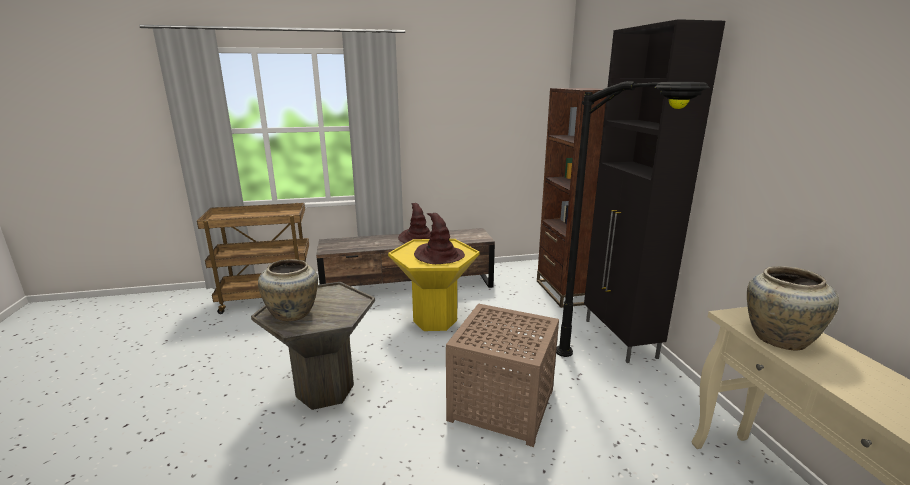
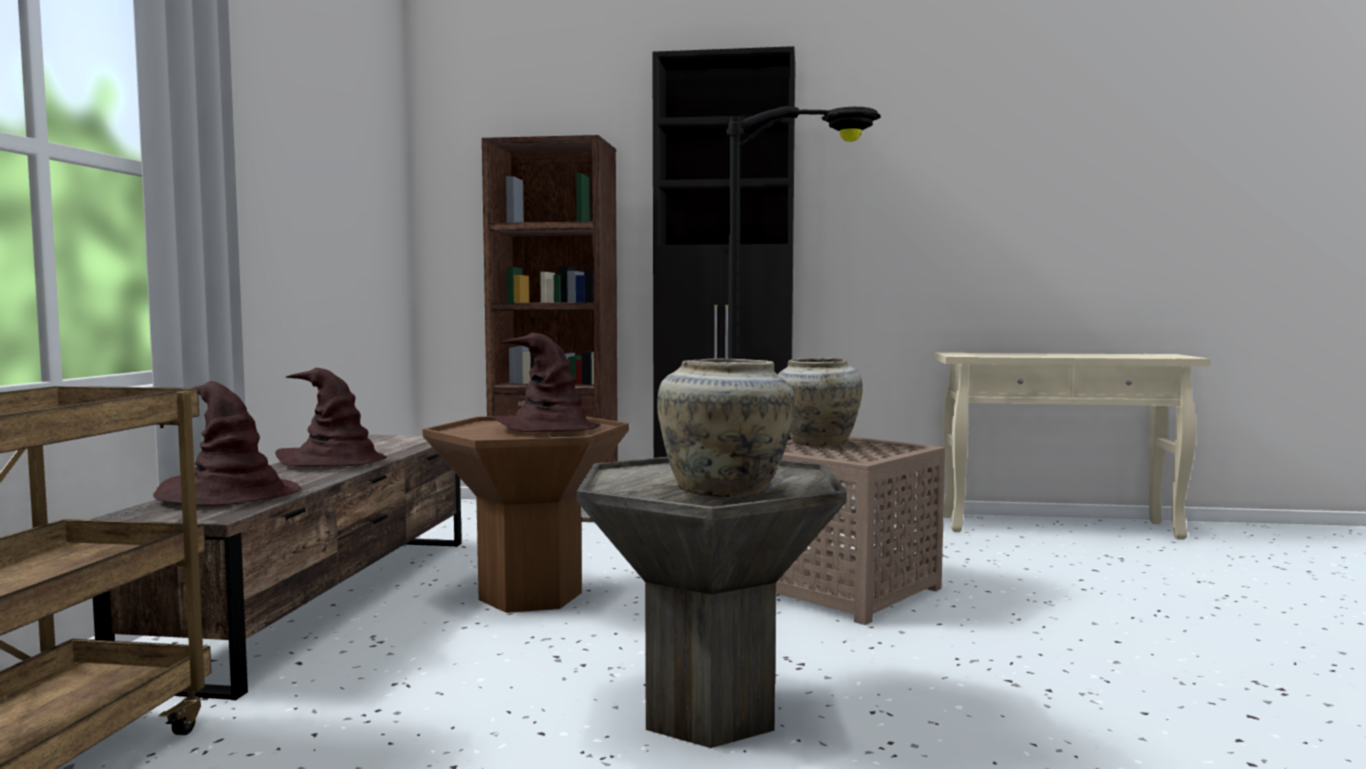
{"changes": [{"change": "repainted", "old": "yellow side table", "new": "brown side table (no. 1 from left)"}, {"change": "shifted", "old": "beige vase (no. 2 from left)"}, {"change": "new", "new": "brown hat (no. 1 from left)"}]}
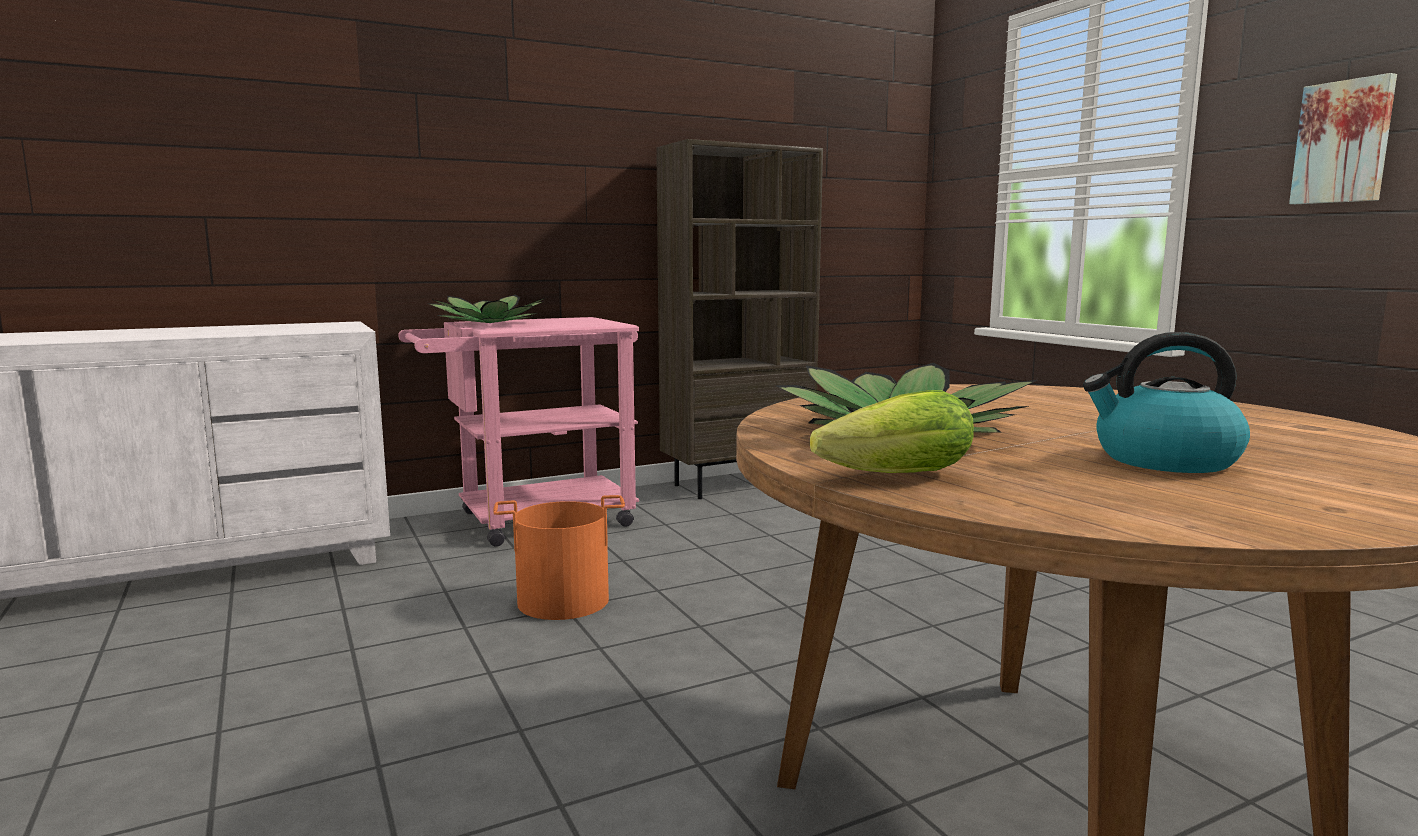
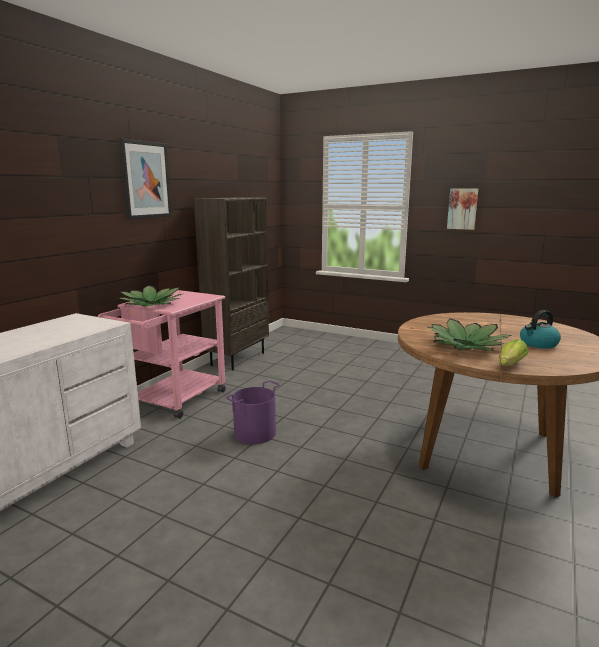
{"changes": [{"change": "repainted", "old": "orange bucket", "new": "purple bucket"}, {"change": "new", "new": "picture (no. 1 from left)"}]}
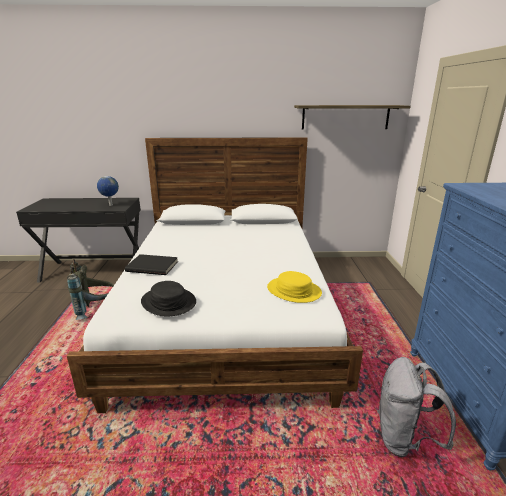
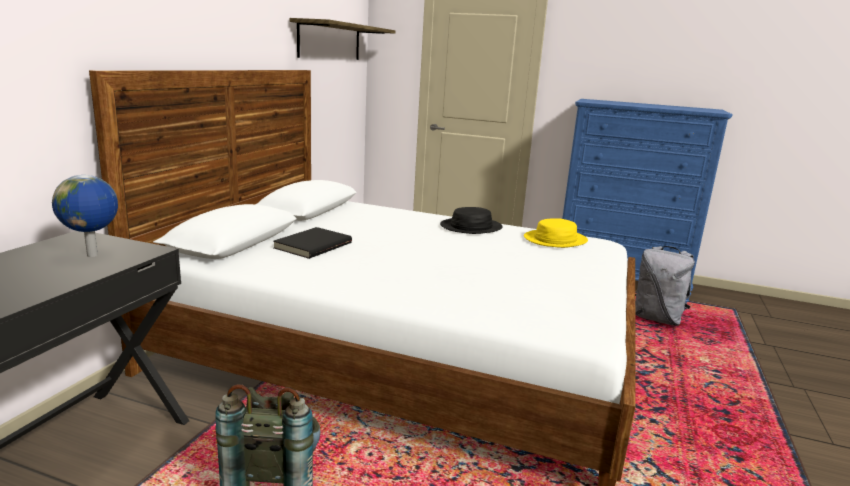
{"changes": [{"change": "shifted", "old": "black book"}, {"change": "shifted", "old": "black hat"}]}
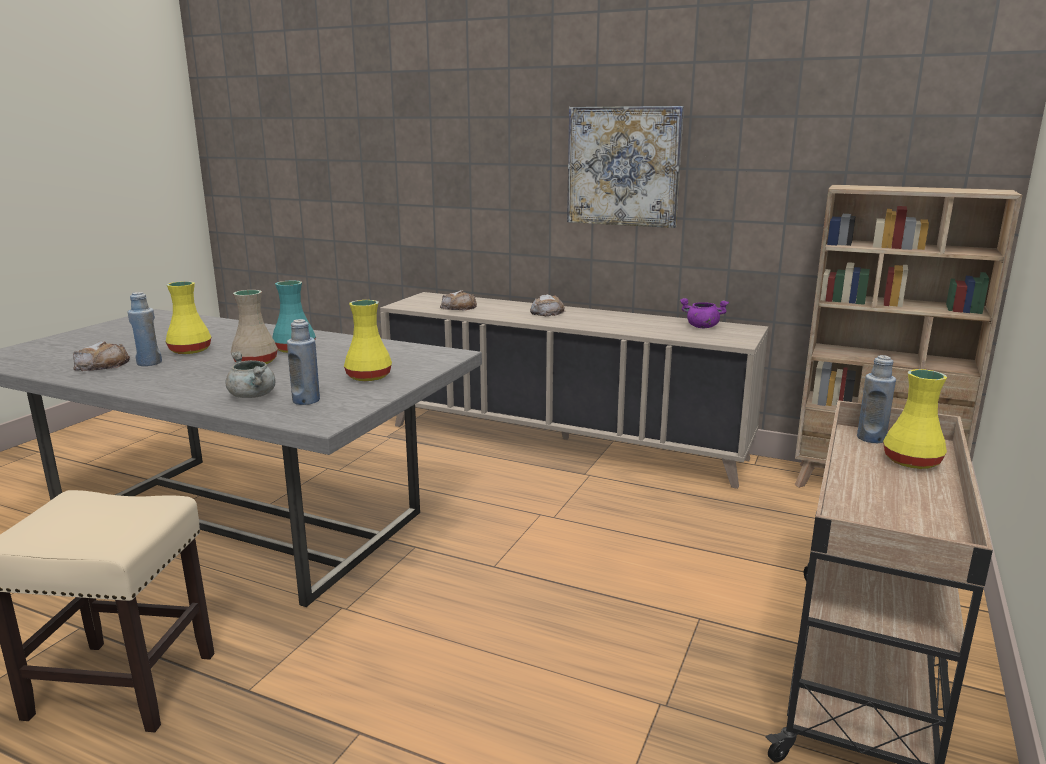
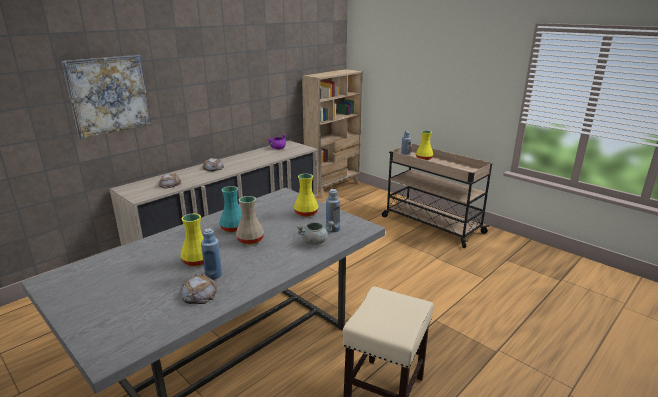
{"changes": [{"change": "shifted", "old": "picture"}]}
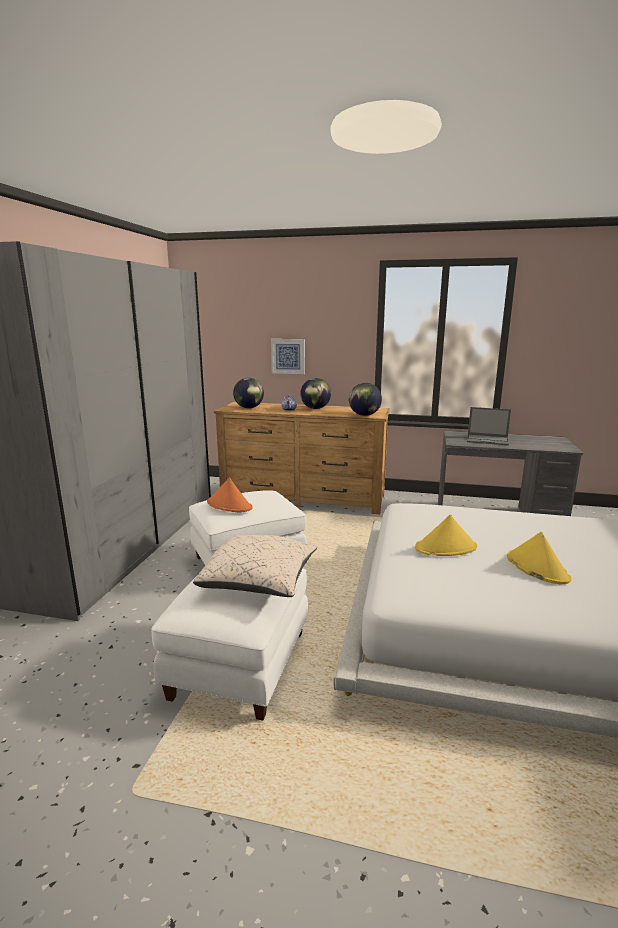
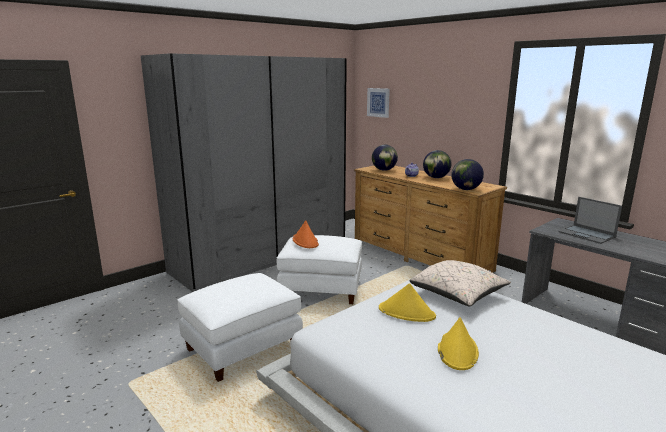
{"changes": [{"change": "shifted", "old": "beige pillow"}, {"change": "shifted", "old": "picture"}]}
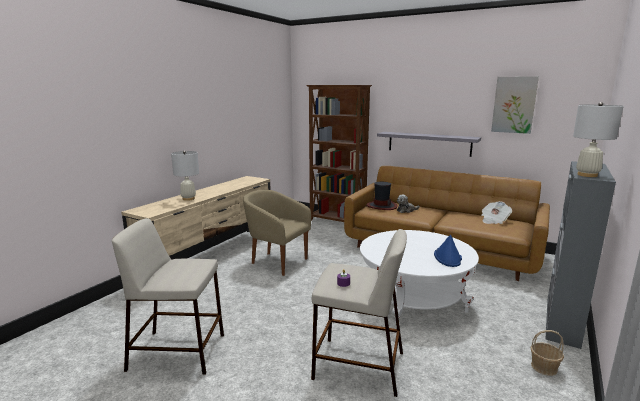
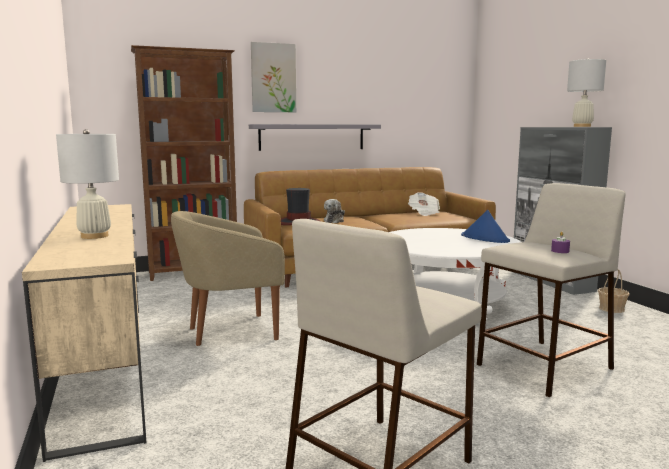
{"changes": [{"change": "shifted", "old": "picture"}]}
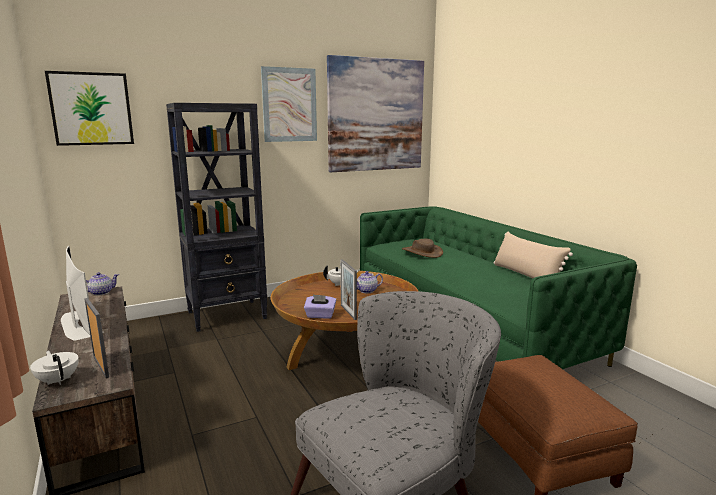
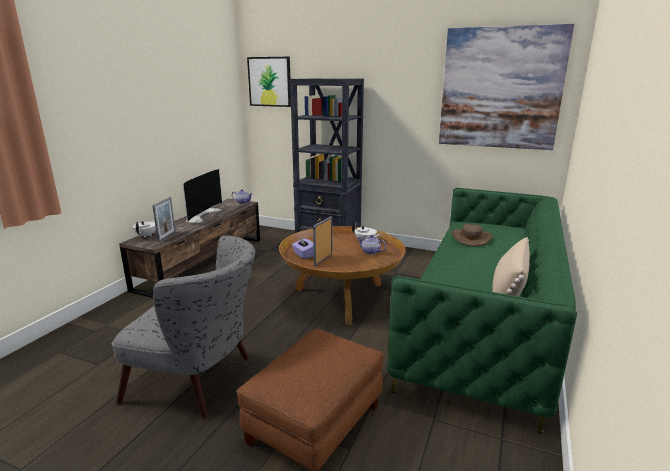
{"changes": [{"change": "gone", "old": "picture (no. 2 from left)"}]}
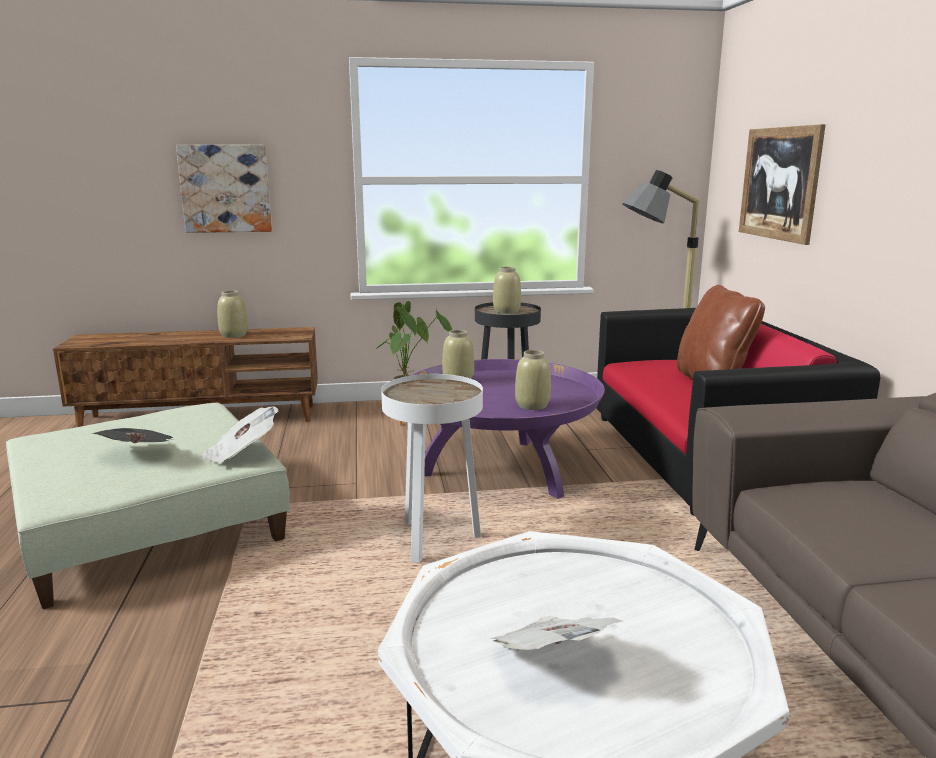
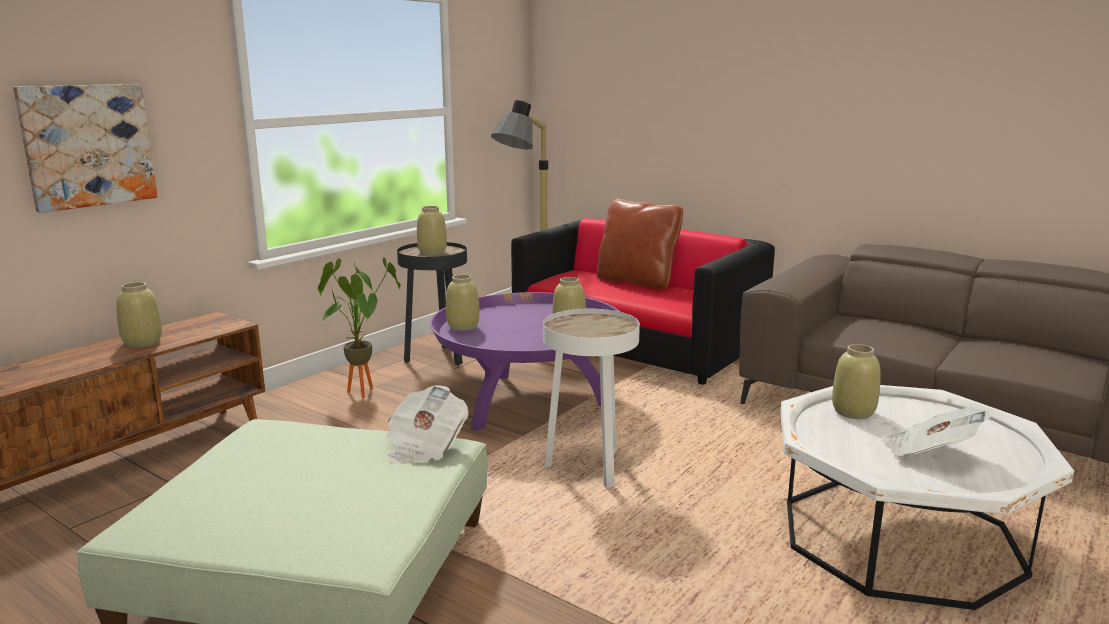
{"changes": [{"change": "gone", "old": "newspaper (no. 1 from left)"}, {"change": "gone", "old": "picture (no. 2 from left)"}, {"change": "new", "new": "beige vase (no. 5 from left)"}]}
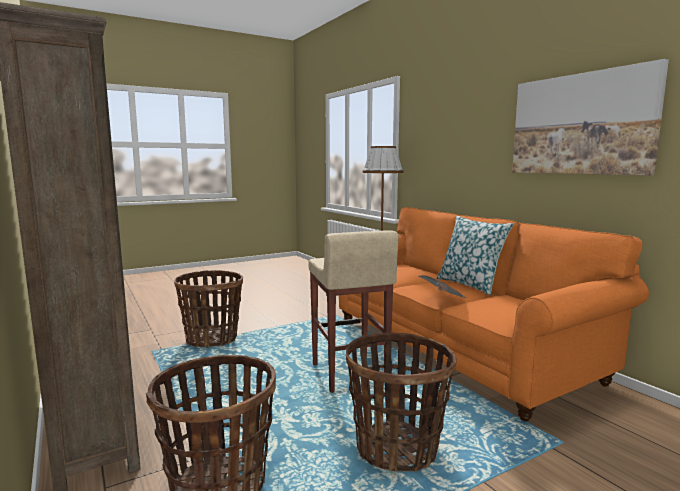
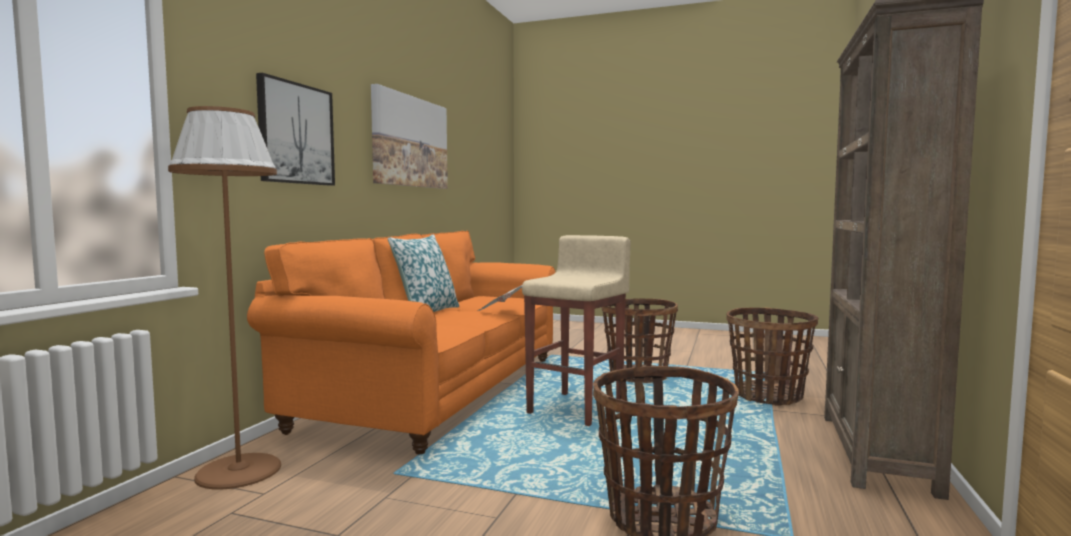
{"changes": [{"change": "new", "new": "picture (no. 1 from left)"}]}
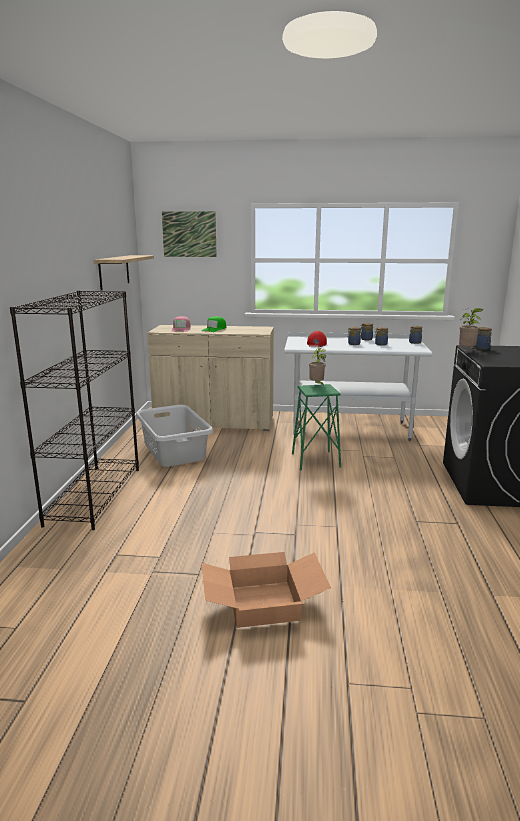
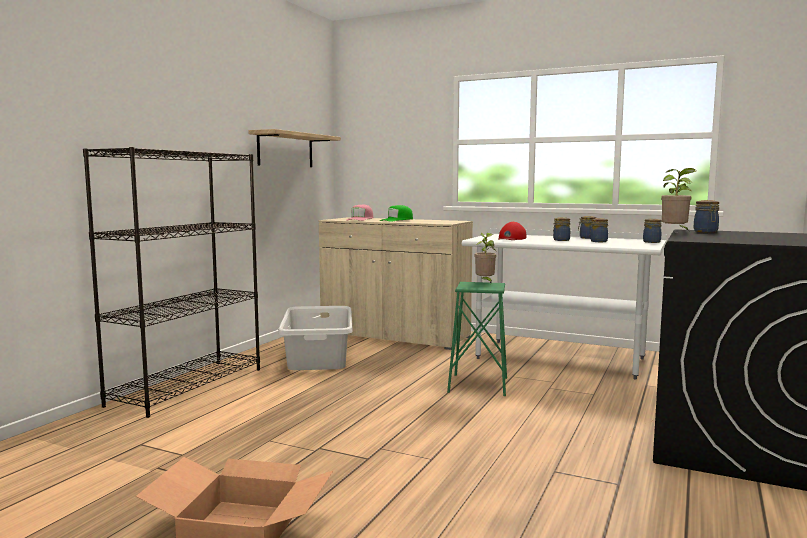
{"changes": [{"change": "gone", "old": "picture"}]}
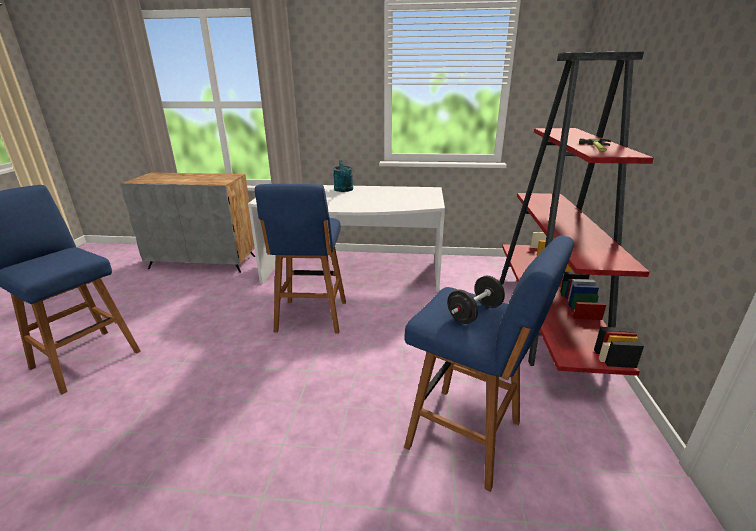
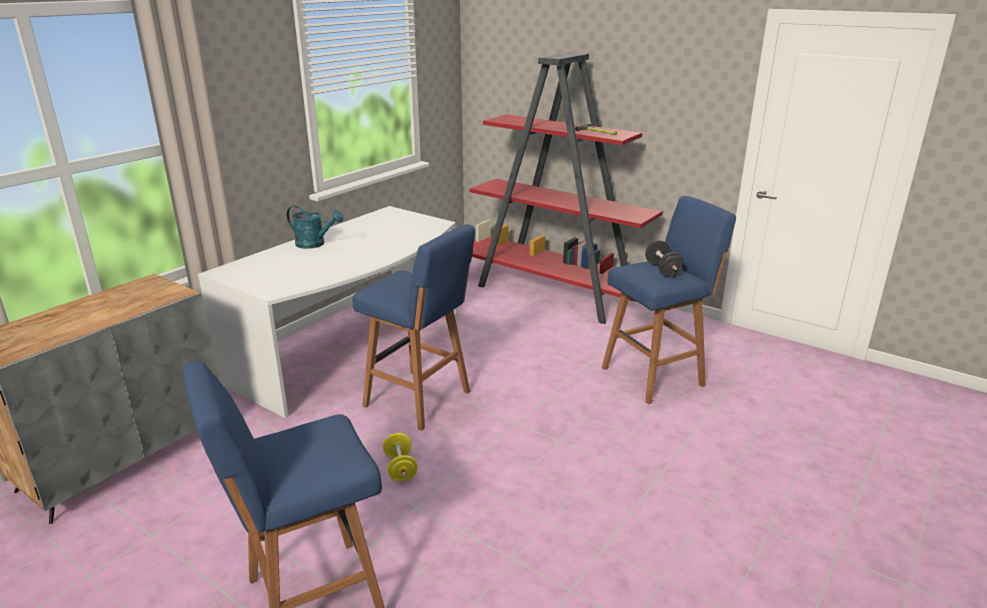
{"changes": [{"change": "new", "new": "yellow dumbbell"}]}
